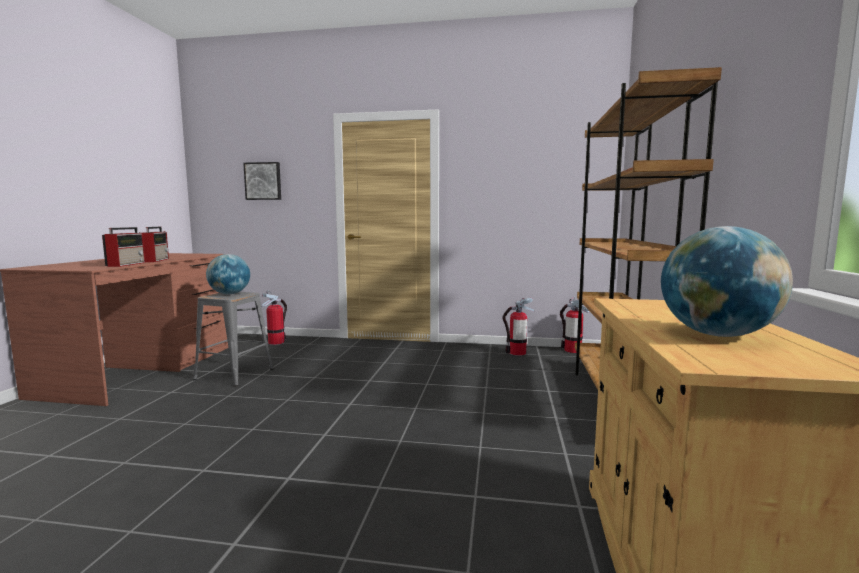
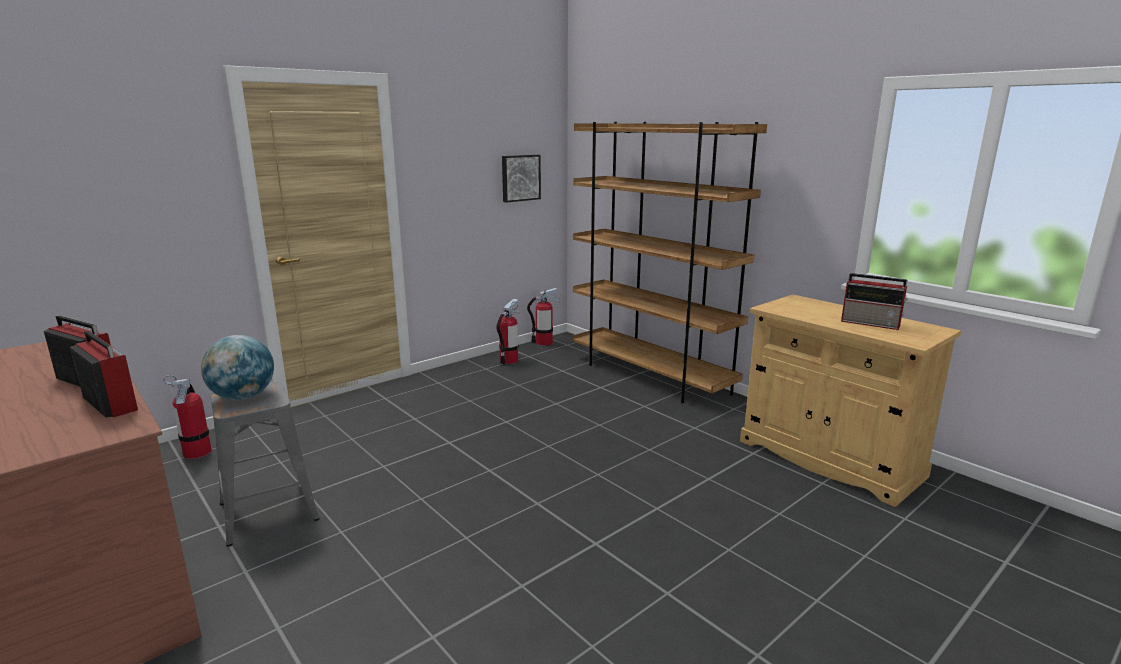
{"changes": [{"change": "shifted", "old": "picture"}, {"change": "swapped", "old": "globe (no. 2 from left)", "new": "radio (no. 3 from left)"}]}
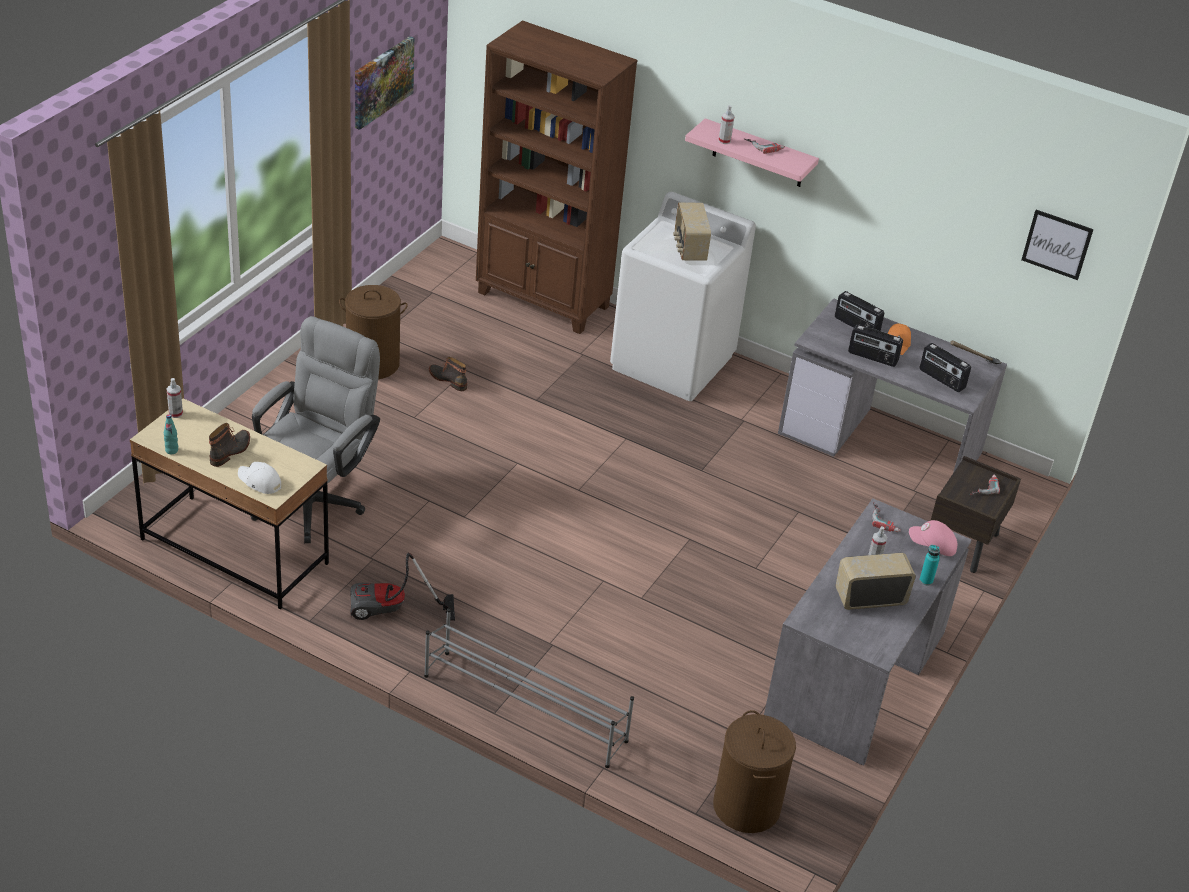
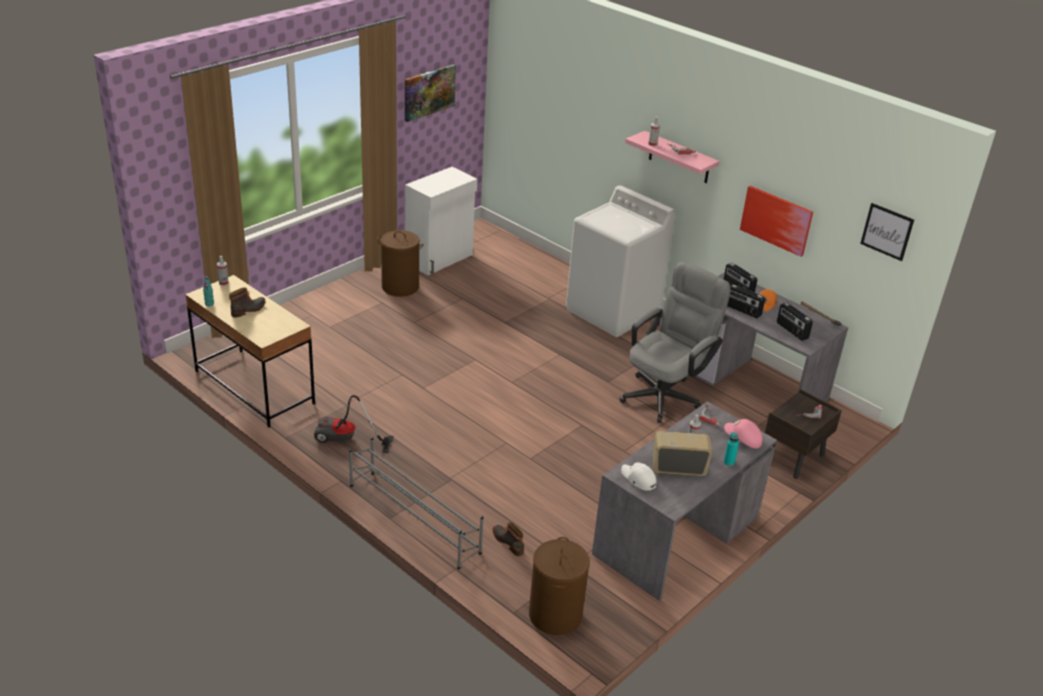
{"changes": [{"change": "shifted", "old": "white cap"}, {"change": "shifted", "old": "grey office chair"}, {"change": "shifted", "old": "boot (no. 2 from left)"}, {"change": "gone", "old": "brown bookcase"}, {"change": "gone", "old": "radio (no. 1 from left)"}, {"change": "new", "new": "white cabinet"}, {"change": "new", "new": "picture (no. 2 from left)"}]}
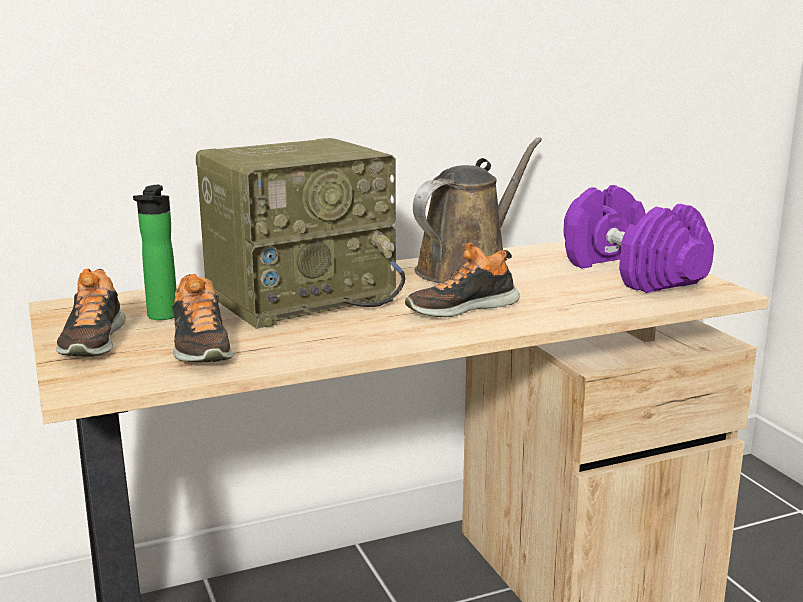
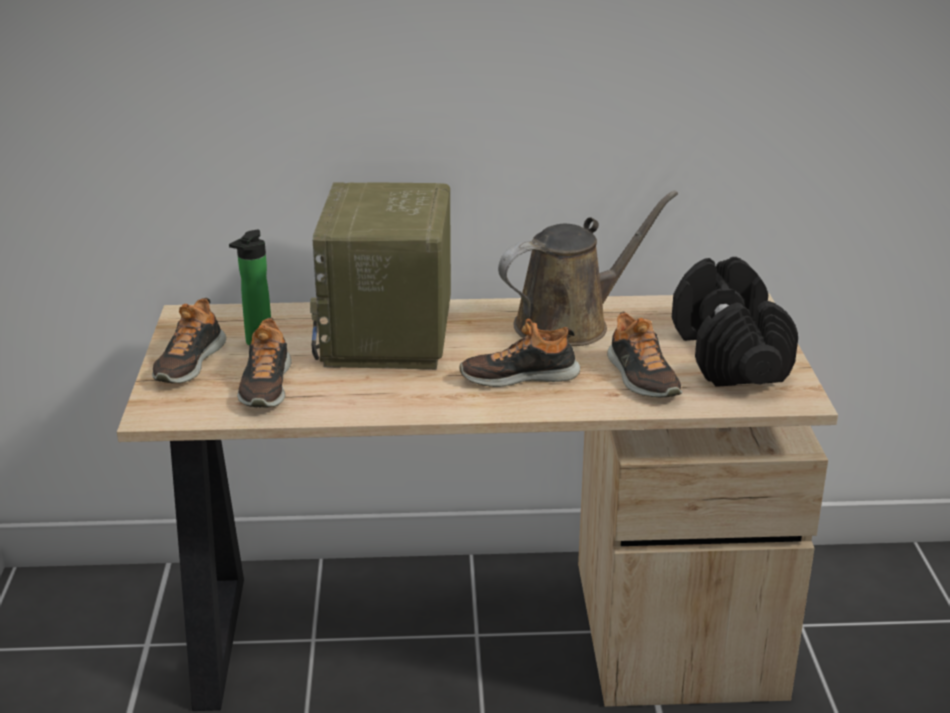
{"changes": [{"change": "rotated", "old": "radio", "degrees": 105}, {"change": "repainted", "old": "purple dumbbell", "new": "black dumbbell"}, {"change": "new", "new": "shoe (no. 4 from left)"}]}
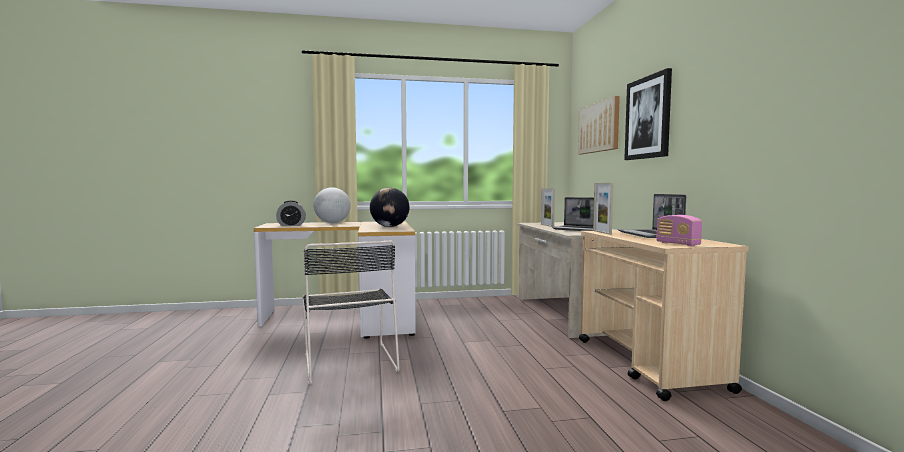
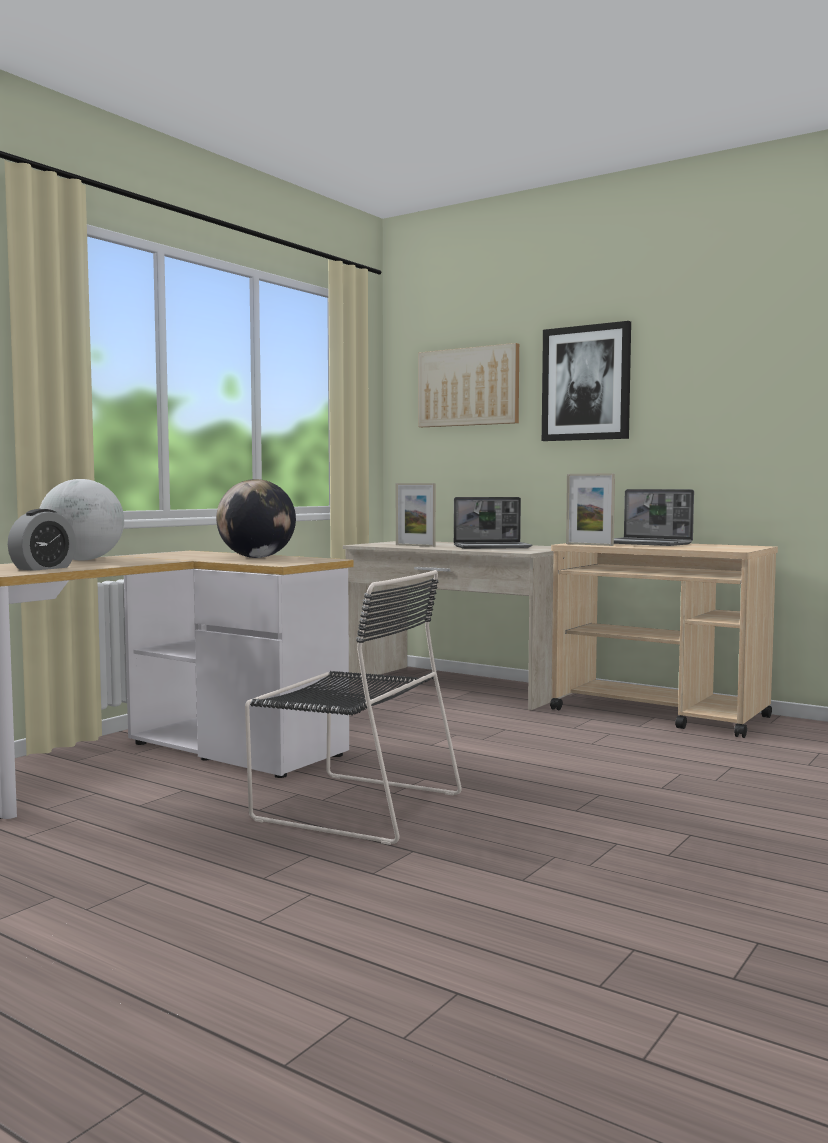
{"changes": [{"change": "gone", "old": "radio"}]}
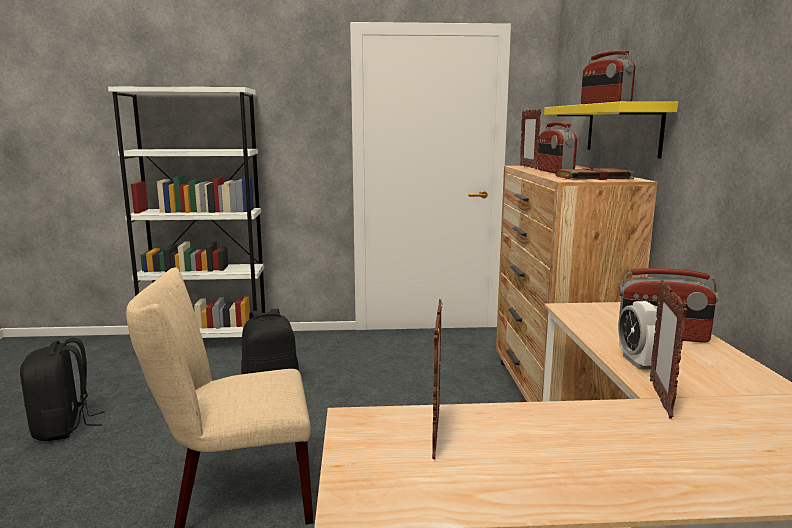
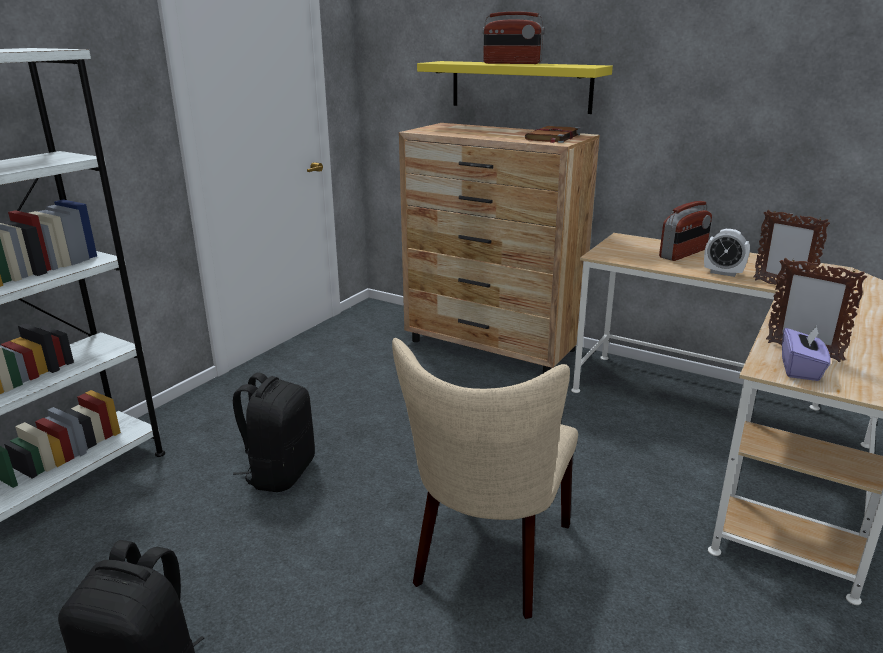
{"changes": [{"change": "gone", "old": "picture frame (no. 2 from left)"}, {"change": "gone", "old": "radio (no. 1 from left)"}, {"change": "new", "new": "purple tissue box"}]}
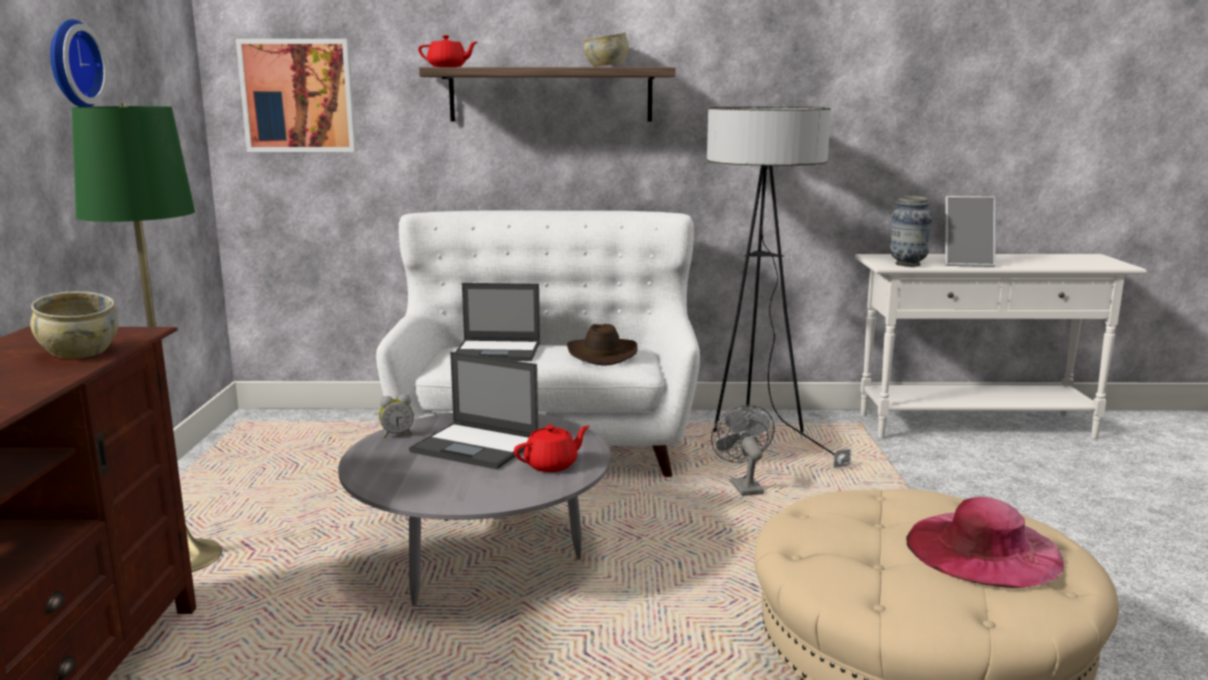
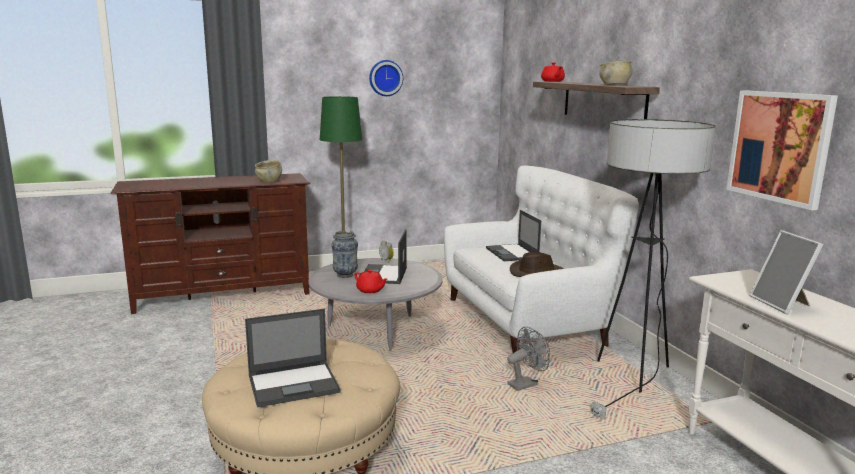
{"changes": [{"change": "shifted", "old": "picture"}, {"change": "shifted", "old": "vase"}, {"change": "swapped", "old": "pink hat", "new": "laptop (no. 1 from left)"}]}
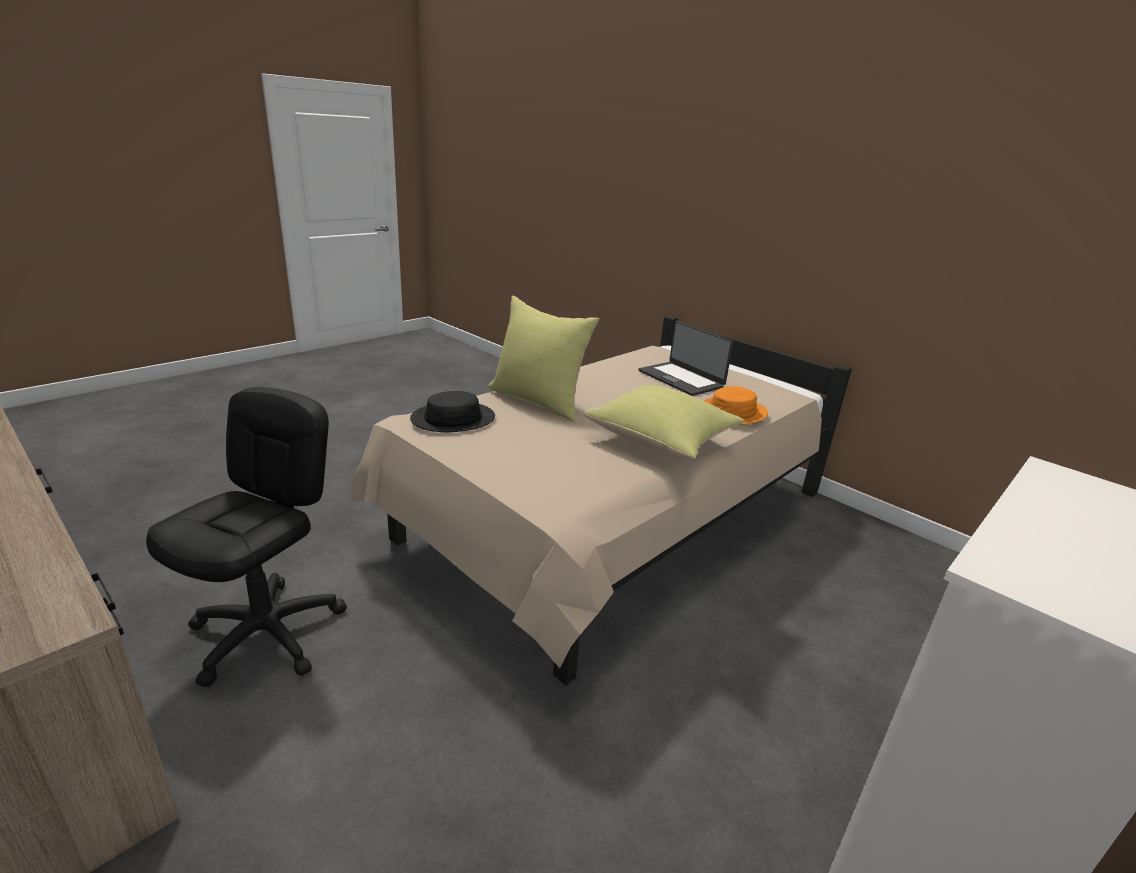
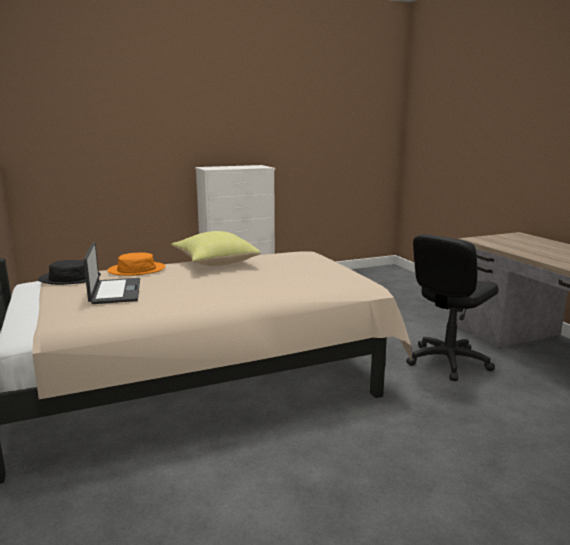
{"changes": [{"change": "shifted", "old": "black hat"}, {"change": "gone", "old": "yellow pillow (no. 1 from left)"}]}
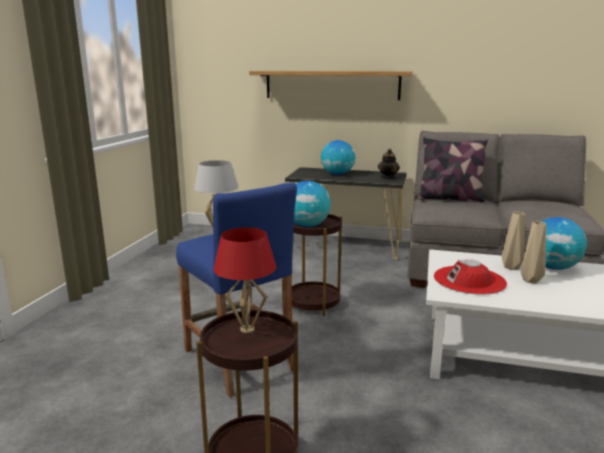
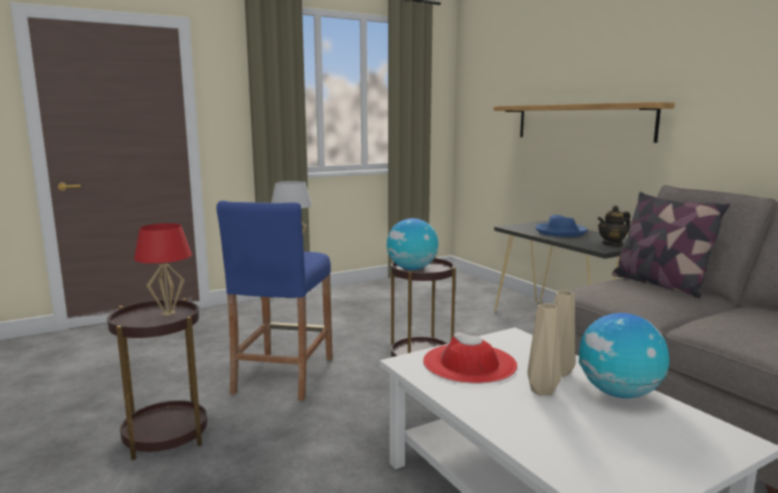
{"changes": [{"change": "swapped", "old": "globe (no. 2 from left)", "new": "blue hat"}]}
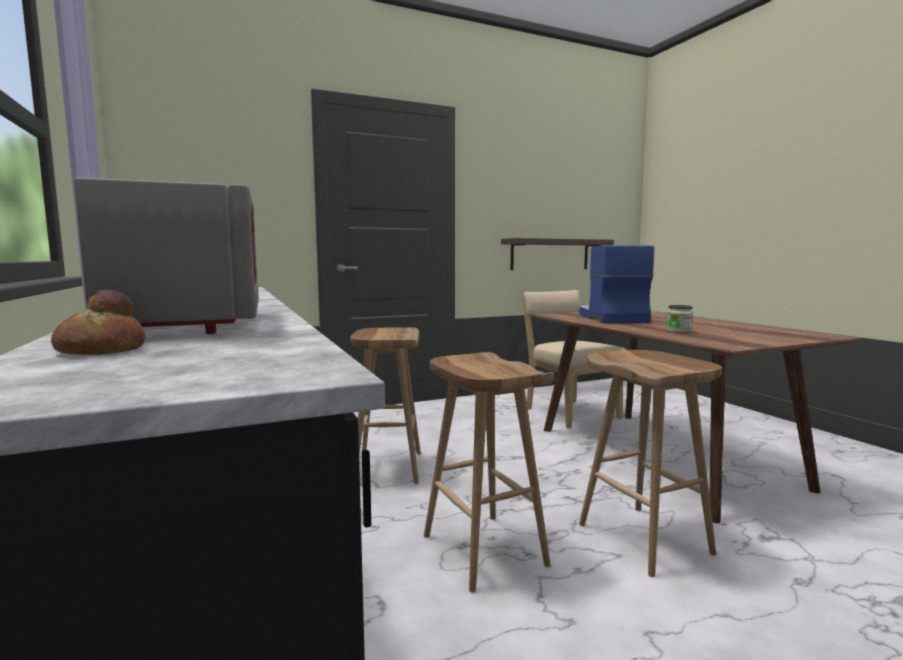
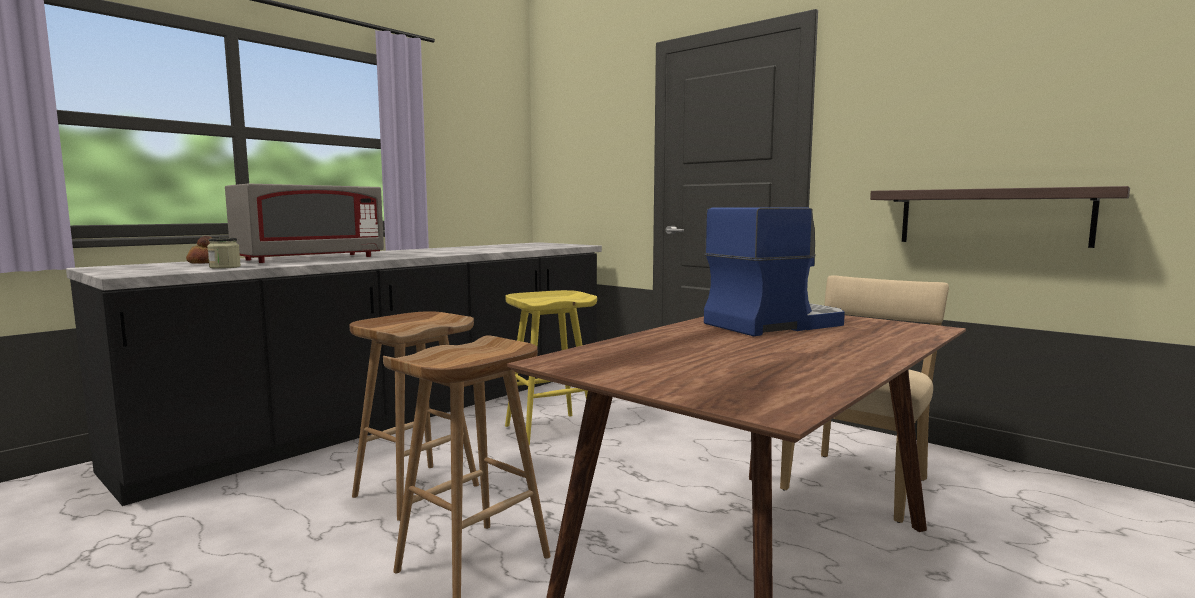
{"changes": [{"change": "repainted", "old": "brown stool (no. 1 from left)", "new": "yellow stool"}, {"change": "shifted", "old": "jar"}]}
